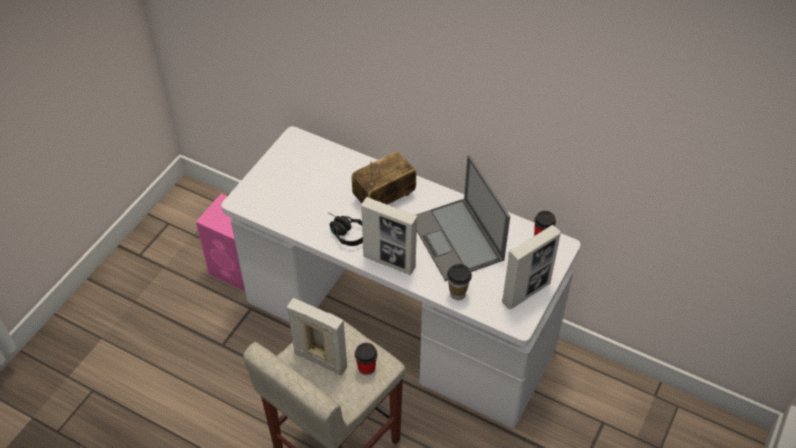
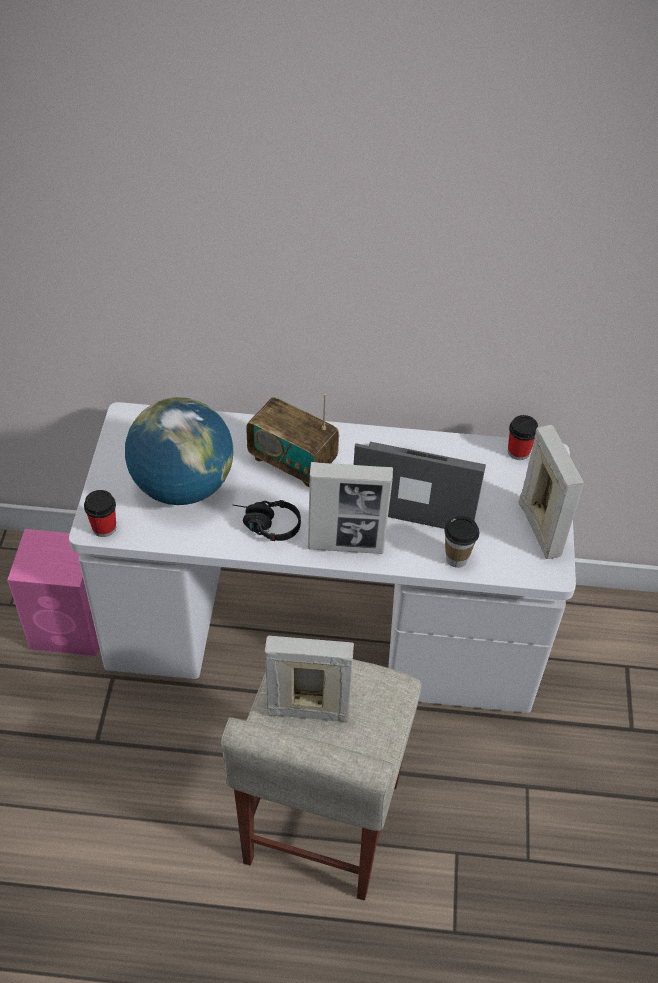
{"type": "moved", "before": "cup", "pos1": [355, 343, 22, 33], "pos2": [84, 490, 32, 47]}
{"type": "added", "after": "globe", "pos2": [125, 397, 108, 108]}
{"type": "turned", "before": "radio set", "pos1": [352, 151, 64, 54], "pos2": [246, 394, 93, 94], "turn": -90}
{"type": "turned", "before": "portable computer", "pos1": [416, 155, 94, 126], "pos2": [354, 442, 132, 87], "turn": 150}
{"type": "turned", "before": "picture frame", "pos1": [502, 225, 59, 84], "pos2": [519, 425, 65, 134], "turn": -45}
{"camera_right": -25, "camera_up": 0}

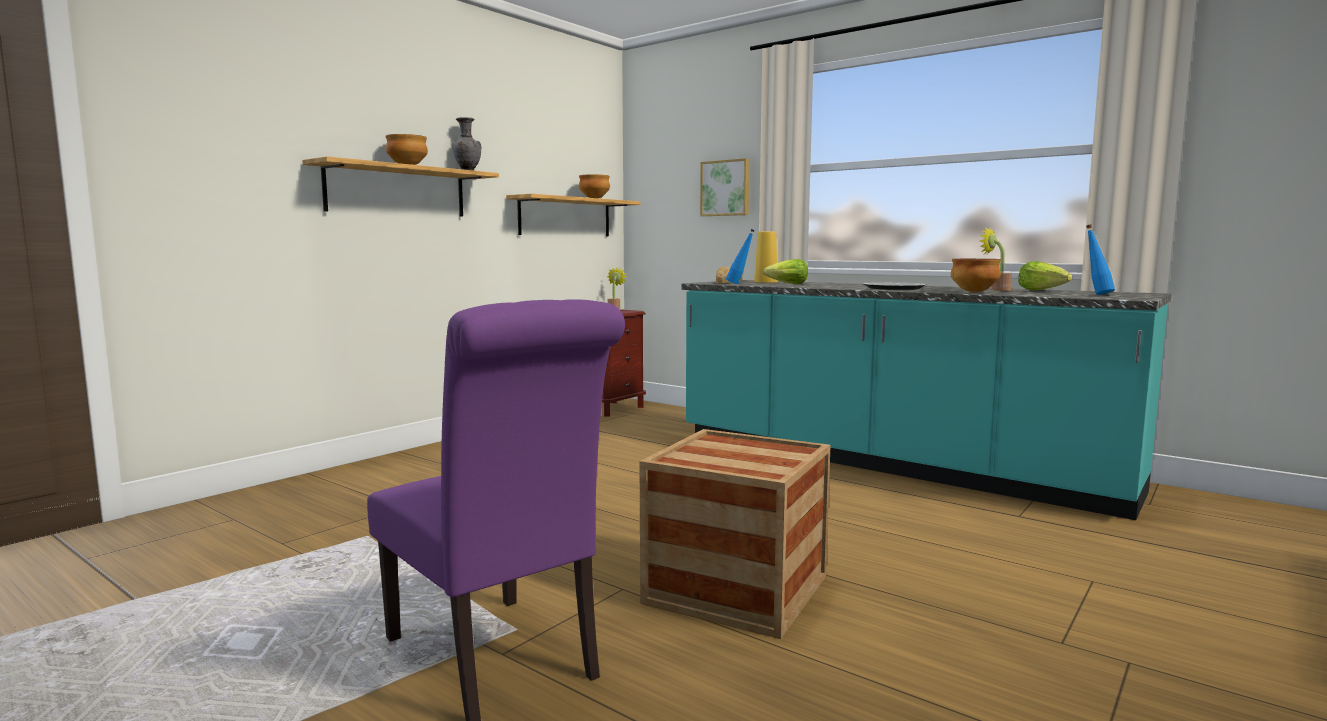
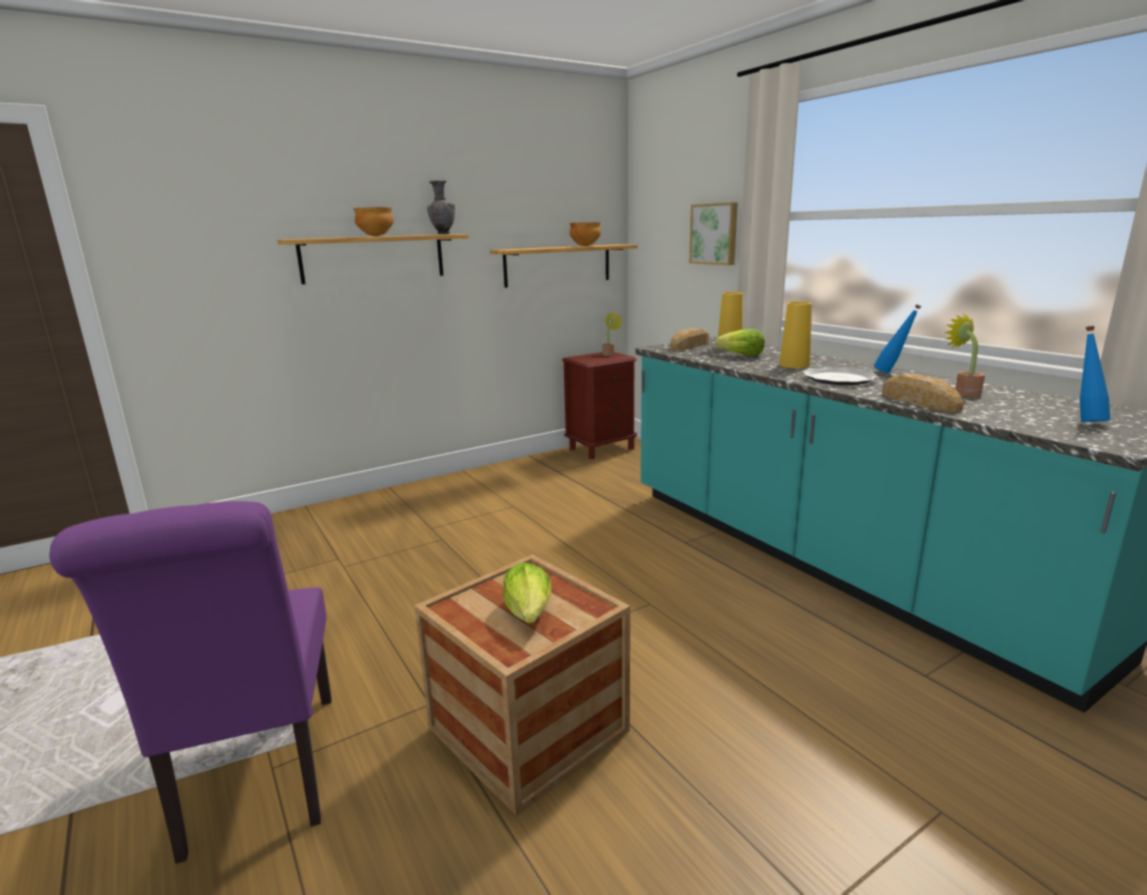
{"type": "moved", "before": "head of lettuce", "pos1": [1018, 261, 54, 29], "pos2": [503, 562, 49, 61]}
{"type": "added", "after": "yellow-coloured flower vase", "pos2": [779, 301, 33, 67]}
{"type": "moved", "before": "blue beverage bottle", "pos1": [726, 229, 29, 55], "pos2": [874, 304, 47, 69]}
{"type": "replaced", "before": "serving bowl", "after": "baked bread", "pos1": [951, 259, 50, 34], "pos2": [882, 373, 82, 39]}
{"camera_right": 20, "camera_up": 10}

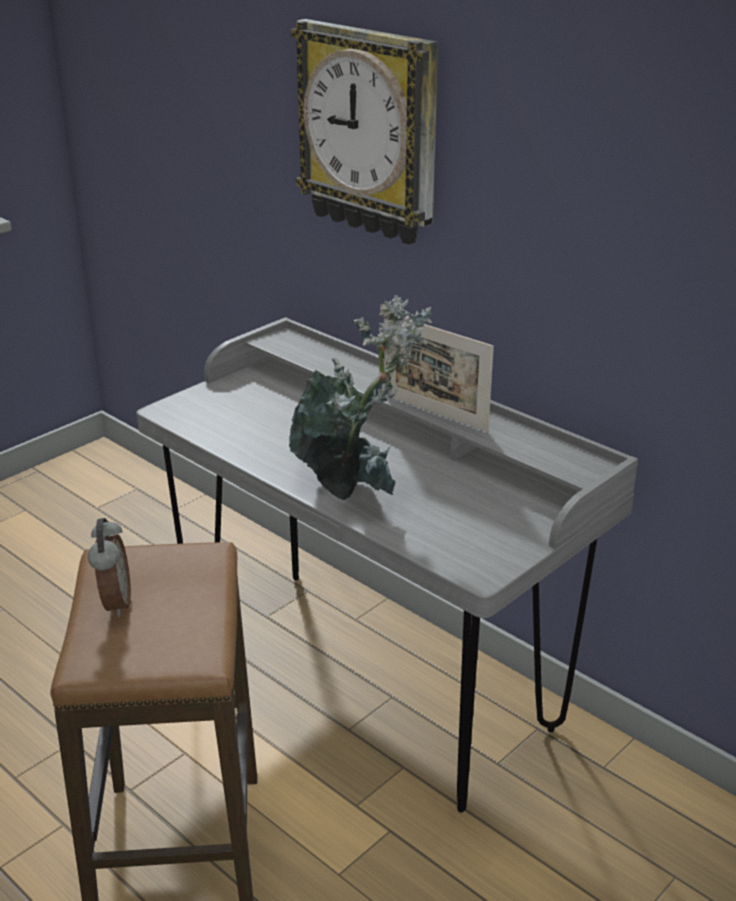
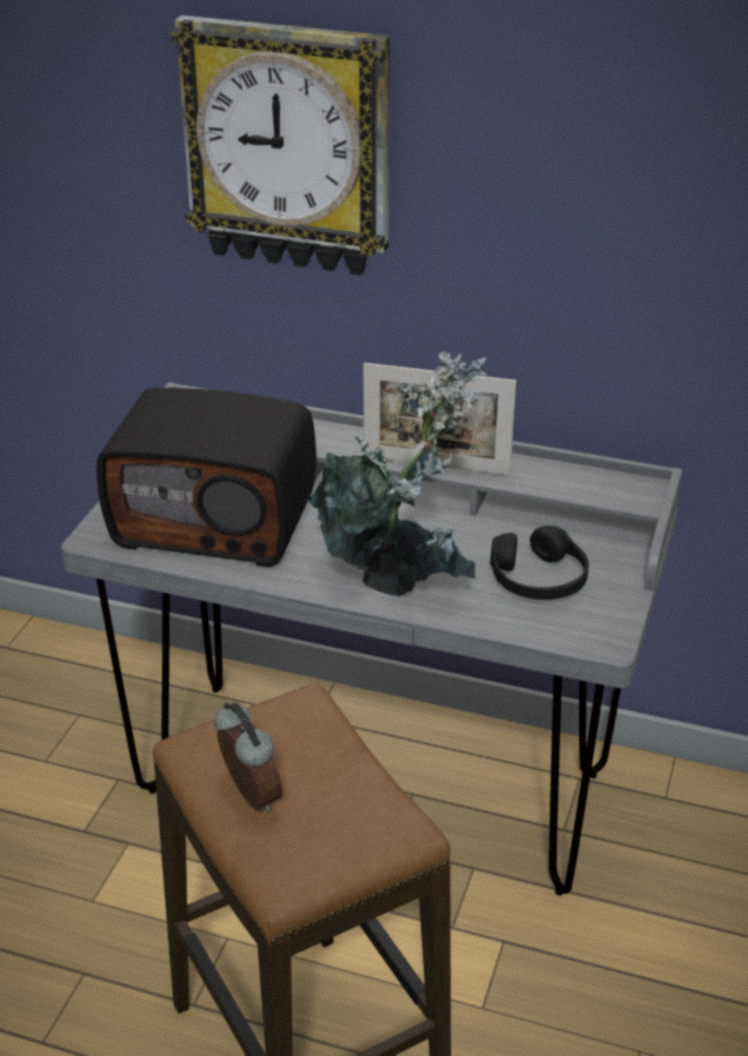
{"type": "added", "after": "radio set", "pos2": [96, 388, 220, 179]}
{"type": "added", "after": "black-coloured headphones", "pos2": [490, 525, 99, 75]}
{"camera_right": -25, "camera_up": 5}

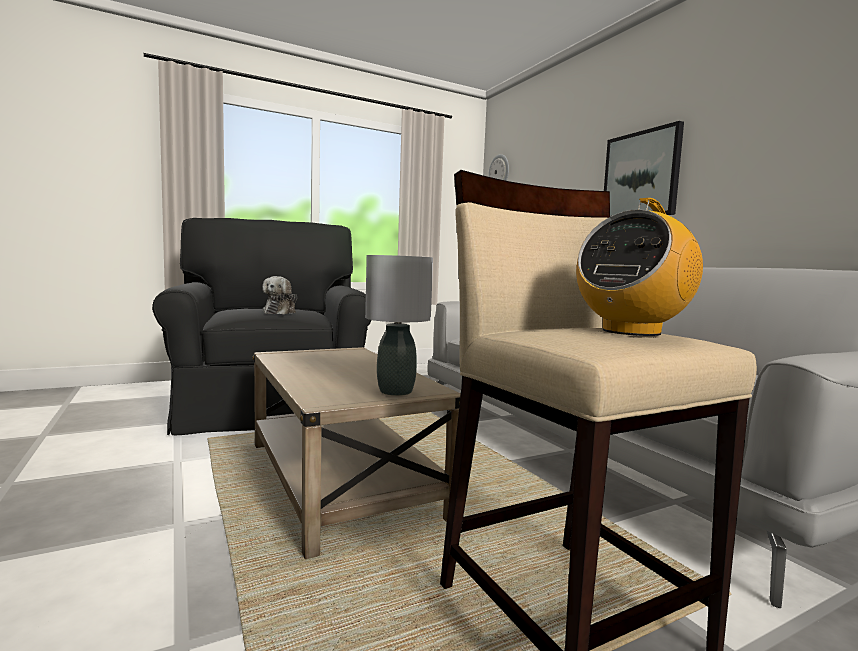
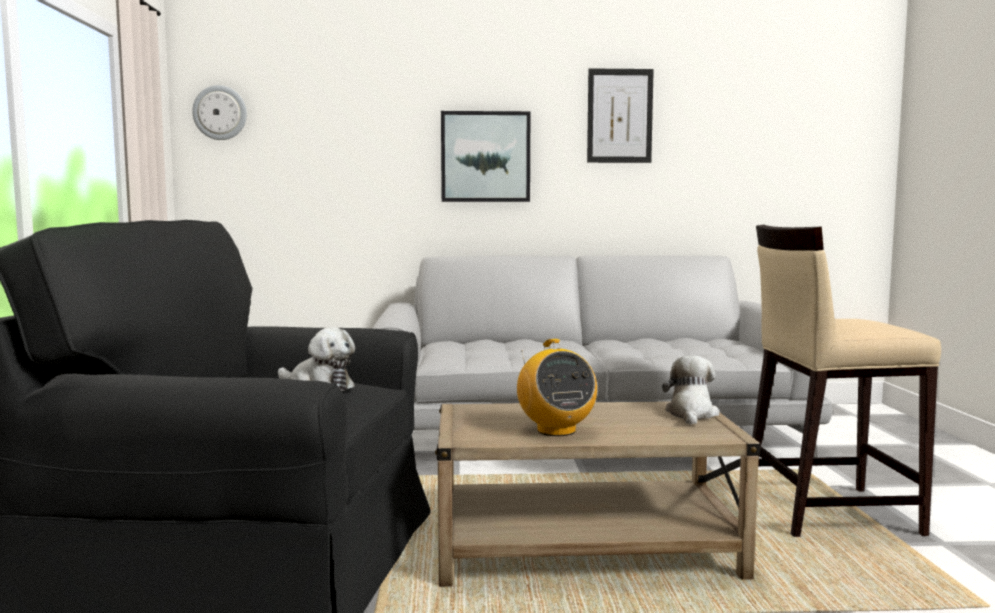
{"type": "moved", "before": "radio set", "pos1": [576, 198, 127, 138], "pos2": [517, 339, 80, 97]}
{"type": "added", "after": "wall picture", "pos2": [587, 68, 67, 95]}
{"type": "replaced", "before": "grey tabletop lamp", "after": "cuddly toy", "pos1": [365, 255, 68, 141], "pos2": [662, 356, 57, 68]}
{"camera_right": -65, "camera_up": 0}

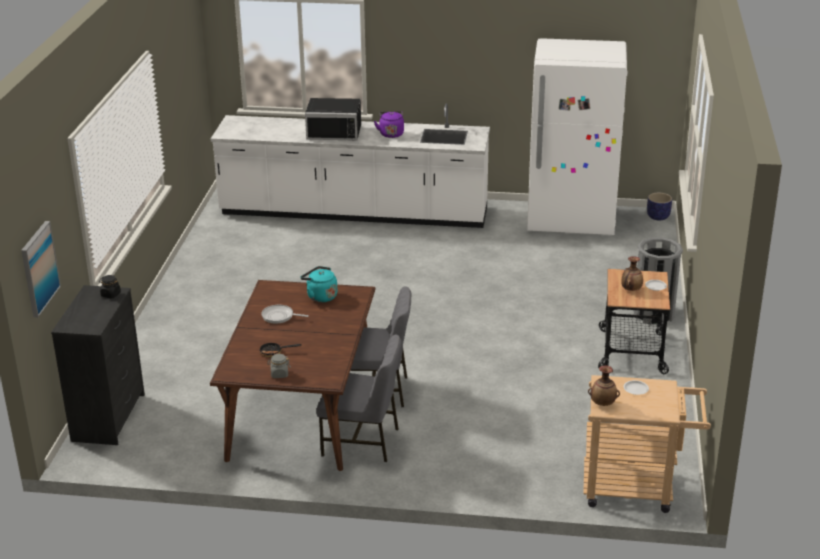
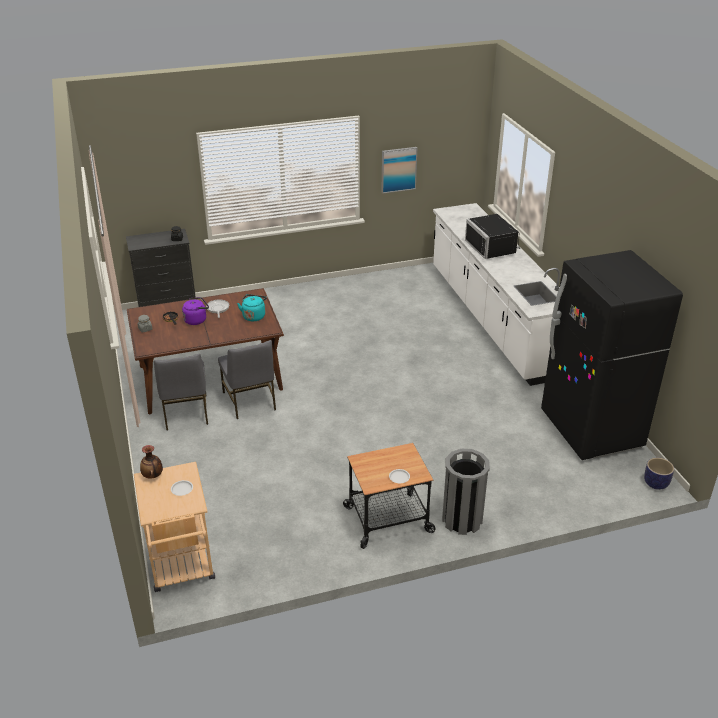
{"type": "moved", "before": "purplish kettle", "pos1": [374, 111, 30, 27], "pos2": [182, 297, 27, 28]}
{"type": "moved", "before": "wall picture", "pos1": [21, 221, 40, 96], "pos2": [381, 147, 36, 47]}
{"type": "recoloured", "before": "whitish kitchen fridge", "after": "black-coloured kitchen fridge", "pos1": [527, 38, 101, 197], "pos2": [541, 250, 142, 210]}
{"type": "removed", "before": "flower vase", "pos1": [621, 256, 22, 35]}
{"camera_right": 65, "camera_up": 5}

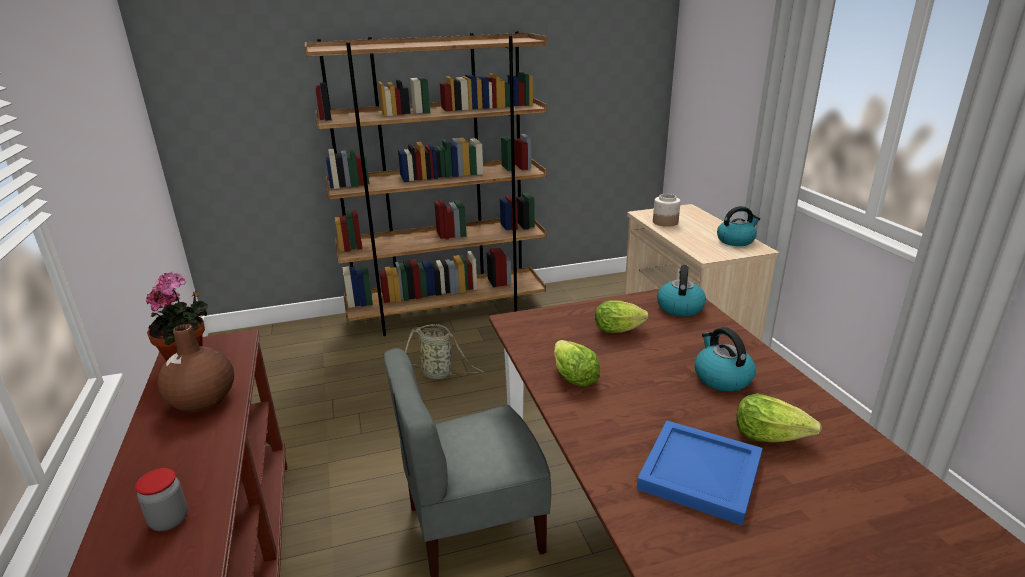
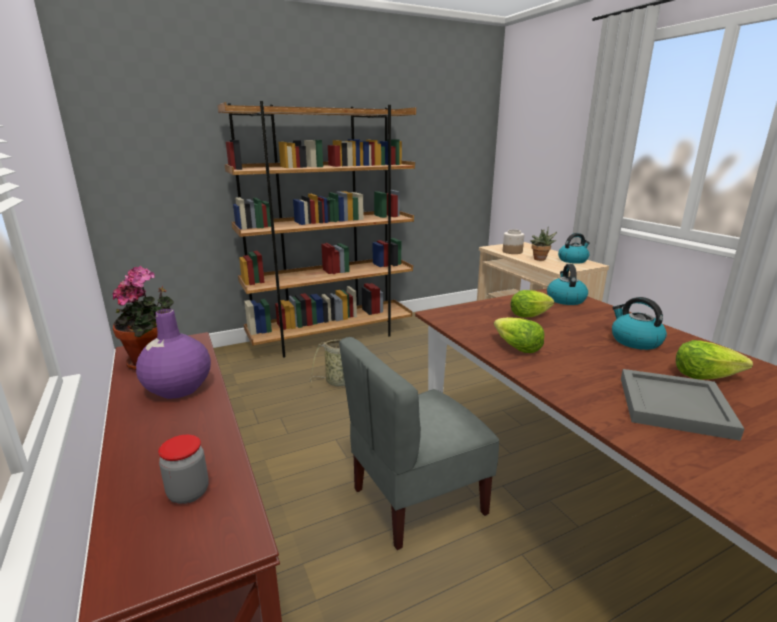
{"type": "recoloured", "before": "brown flower vase", "after": "purplish flower vase", "pos1": [158, 324, 76, 89], "pos2": [136, 309, 75, 90]}
{"type": "added", "after": "plant in a pot", "pos2": [531, 228, 26, 33]}
{"type": "recoloured", "before": "blue carrying tray", "after": "grey carrying tray", "pos1": [637, 420, 125, 106], "pos2": [621, 369, 123, 72]}
{"camera_right": -10, "camera_up": -5}

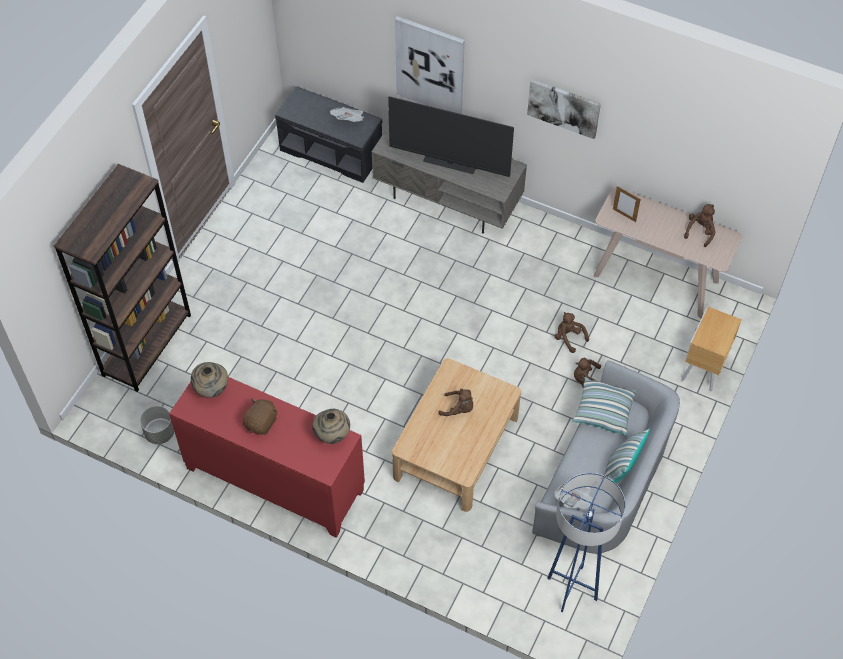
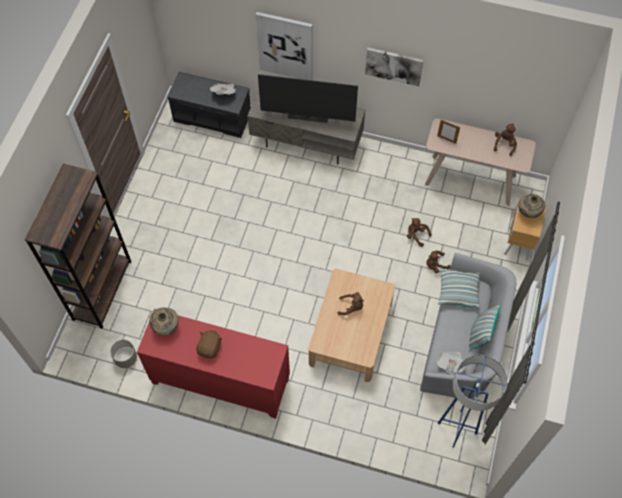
{"type": "moved", "before": "beige-coloured flower vase", "pos1": [312, 409, 38, 35], "pos2": [518, 194, 27, 24]}
{"camera_right": -10, "camera_up": 5}

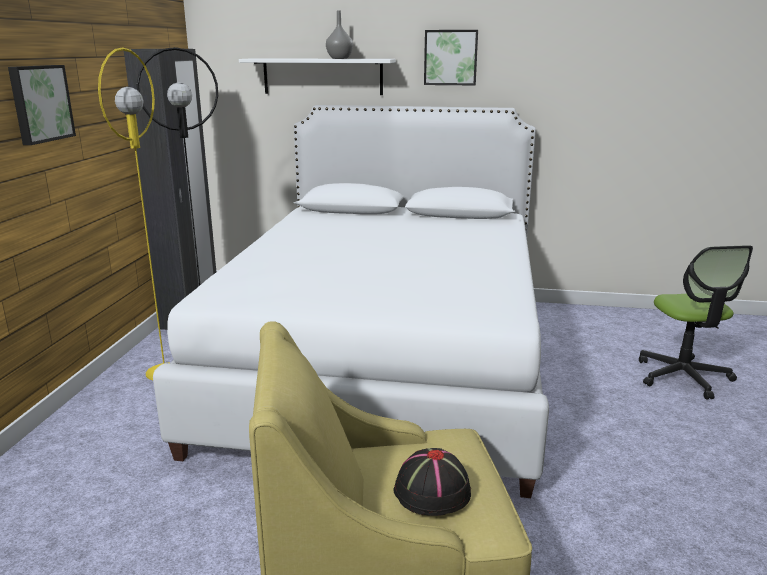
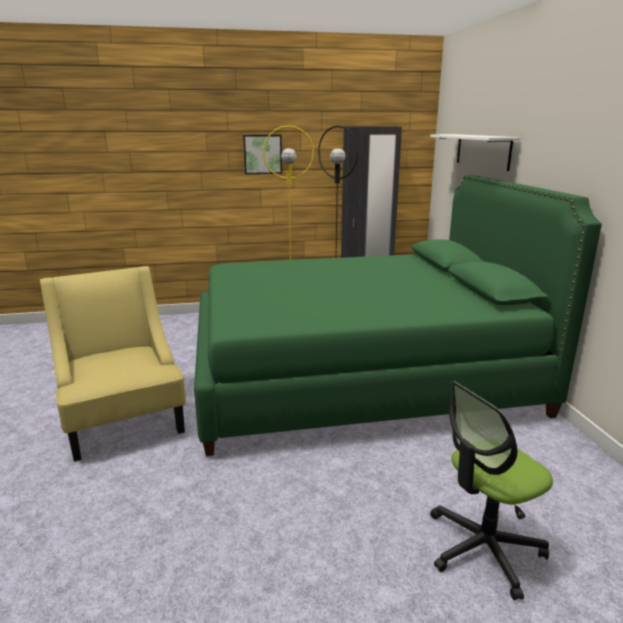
{"type": "recoloured", "before": "whitish bedroom bed", "after": "greenish bedroom bed", "pos1": [153, 105, 396, 393], "pos2": [194, 175, 408, 281]}
{"type": "removed", "before": "grey flower vase", "pos1": [326, 11, 27, 48]}
{"type": "removed", "before": "black-coloured hat", "pos1": [393, 448, 78, 68]}
{"type": "removed", "before": "wall picture", "pos1": [424, 30, 54, 55]}
{"camera_right": 70, "camera_up": 0}

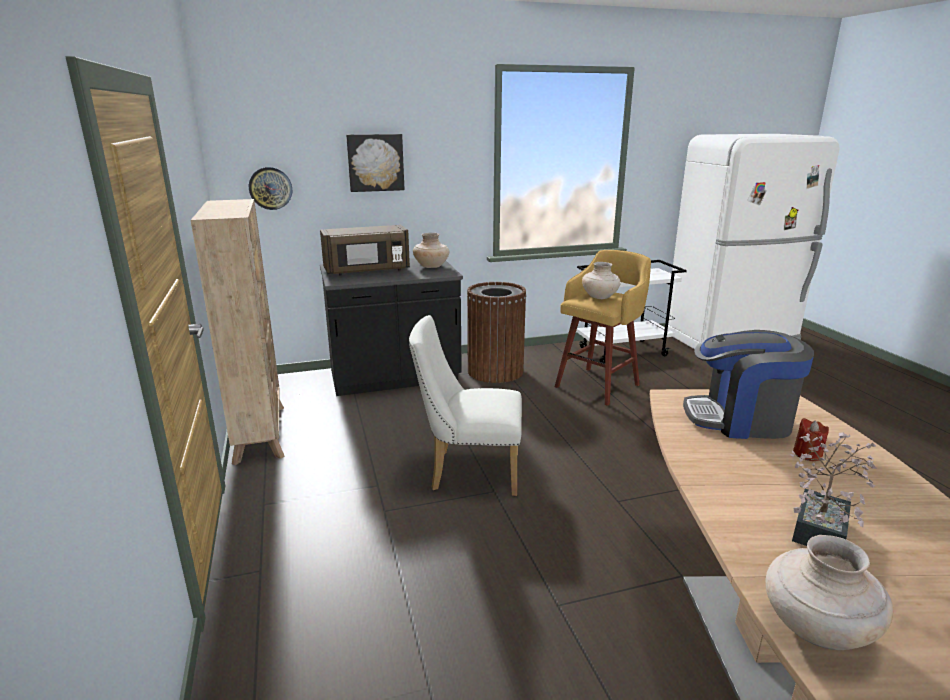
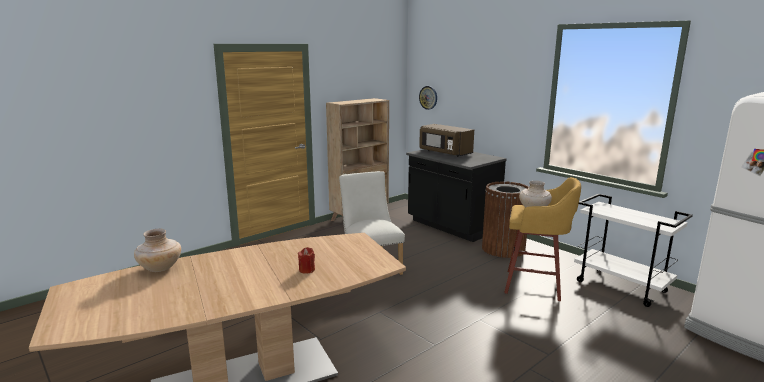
{"type": "removed", "before": "wall picture", "pos1": [346, 134, 59, 58]}
{"type": "removed", "before": "beige-coloured flower vase", "pos1": [413, 233, 36, 35]}
{"type": "removed", "before": "coffee brewer", "pos1": [683, 330, 131, 109]}
{"type": "removed", "before": "plant in a pot", "pos1": [790, 432, 87, 114]}
{"camera_right": 65, "camera_up": -5}

